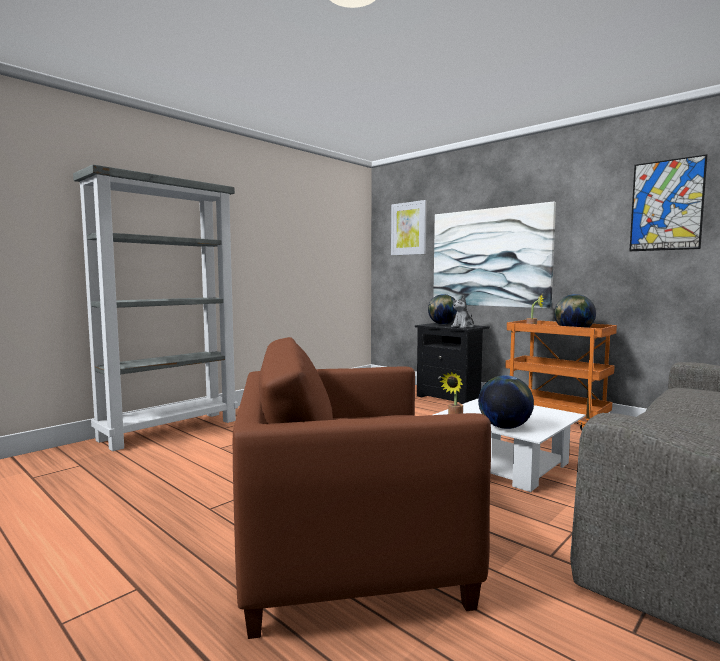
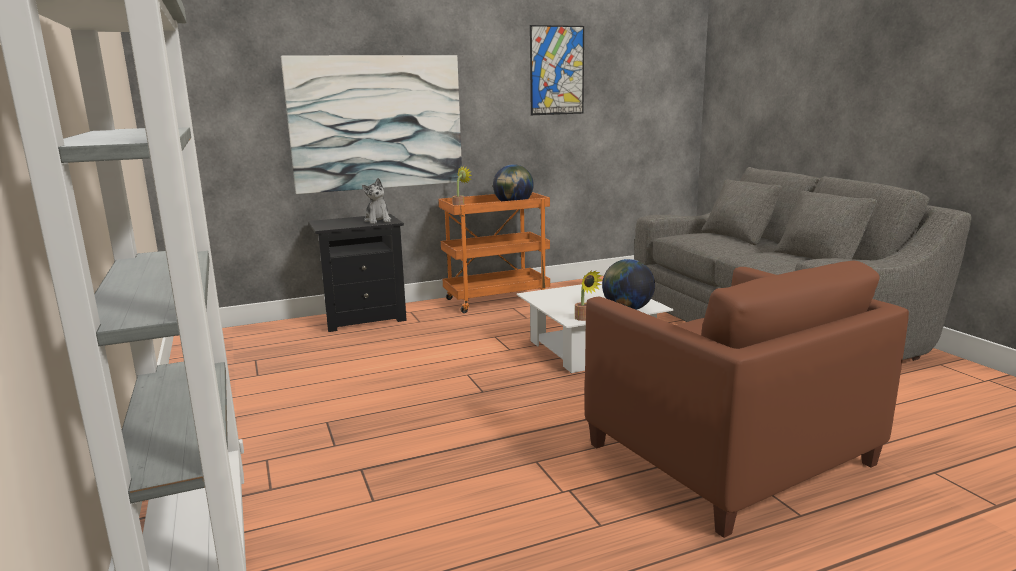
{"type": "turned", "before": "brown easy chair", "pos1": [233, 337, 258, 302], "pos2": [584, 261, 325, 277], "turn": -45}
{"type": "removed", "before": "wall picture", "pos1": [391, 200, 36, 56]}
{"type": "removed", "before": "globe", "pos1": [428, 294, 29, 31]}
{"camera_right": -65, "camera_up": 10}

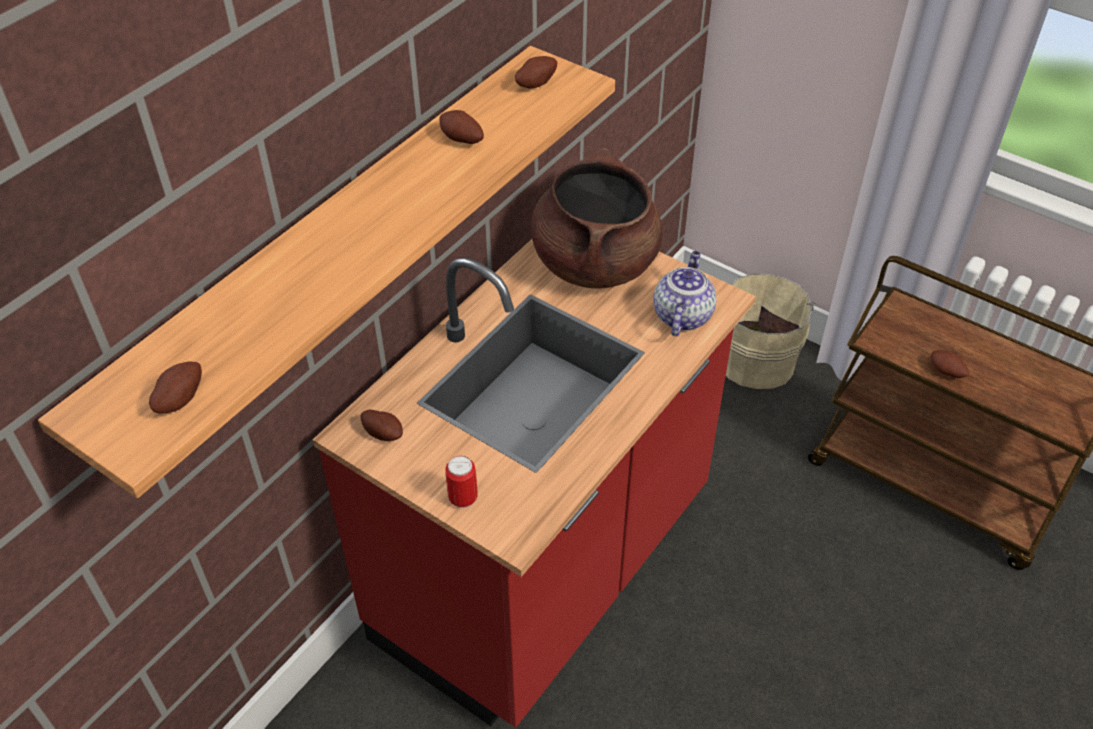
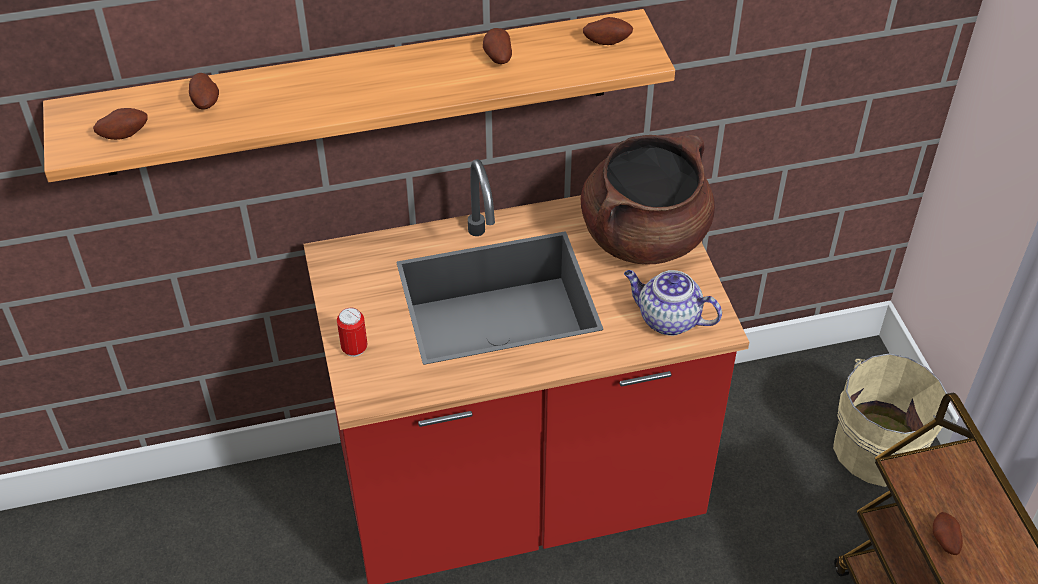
{"type": "moved", "before": "spud", "pos1": [360, 410, 43, 31], "pos2": [189, 73, 30, 36]}
{"type": "turned", "before": "tea pot", "pos1": [653, 251, 64, 85], "pos2": [624, 270, 98, 66], "turn": -120}
{"camera_right": 40, "camera_up": 0}

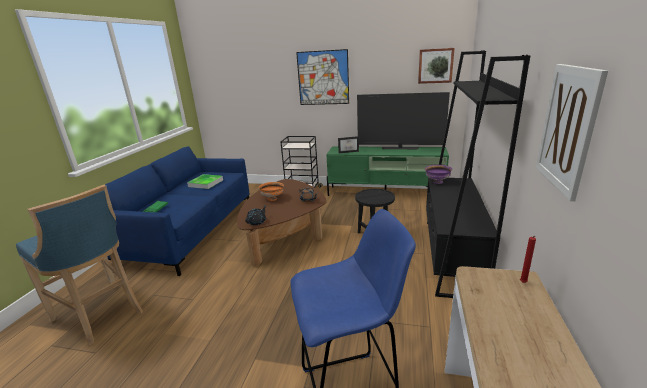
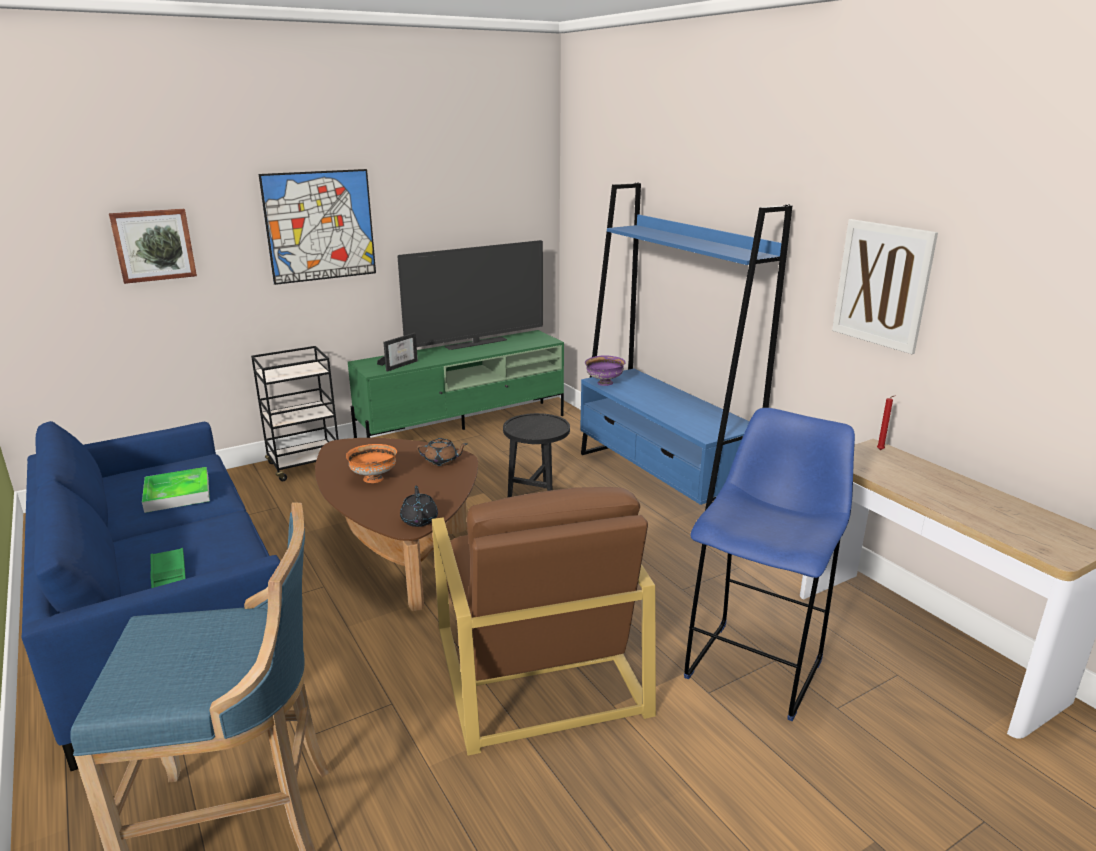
{"type": "moved", "before": "wall picture", "pos1": [418, 48, 37, 36], "pos2": [109, 209, 88, 75]}
{"type": "added", "after": "brown easy chair", "pos2": [432, 487, 224, 269]}
{"type": "recoloured", "before": "black-coloured bookcase", "after": "blue bookcase", "pos1": [426, 50, 104, 248], "pos2": [580, 183, 212, 327]}
{"camera_right": -45, "camera_up": 0}

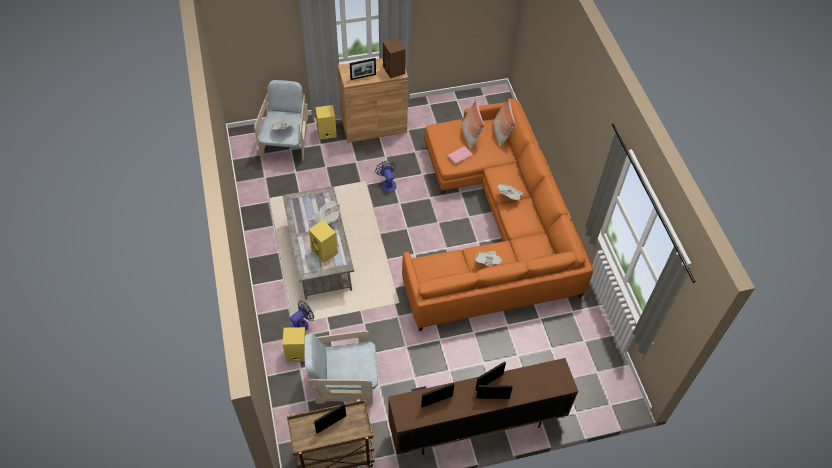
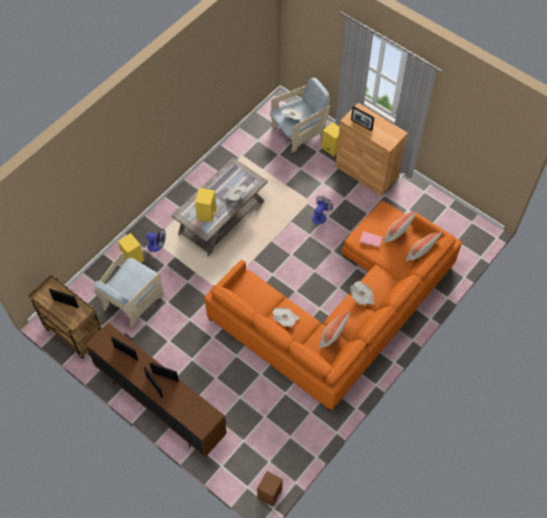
{"type": "turned", "before": "beige-coloured easy chair", "pos1": [304, 330, 74, 74], "pos2": [94, 252, 69, 75], "turn": -105}
{"type": "moved", "before": "brown speaker", "pos1": [383, 37, 23, 41], "pos2": [257, 471, 26, 36]}
{"type": "added", "after": "cushion", "pos2": [319, 312, 31, 37]}
{"camera_right": 55, "camera_up": 5}

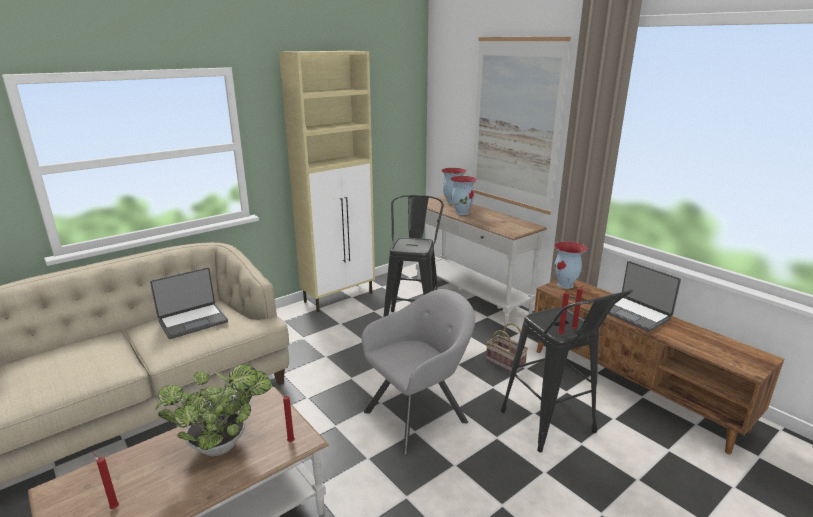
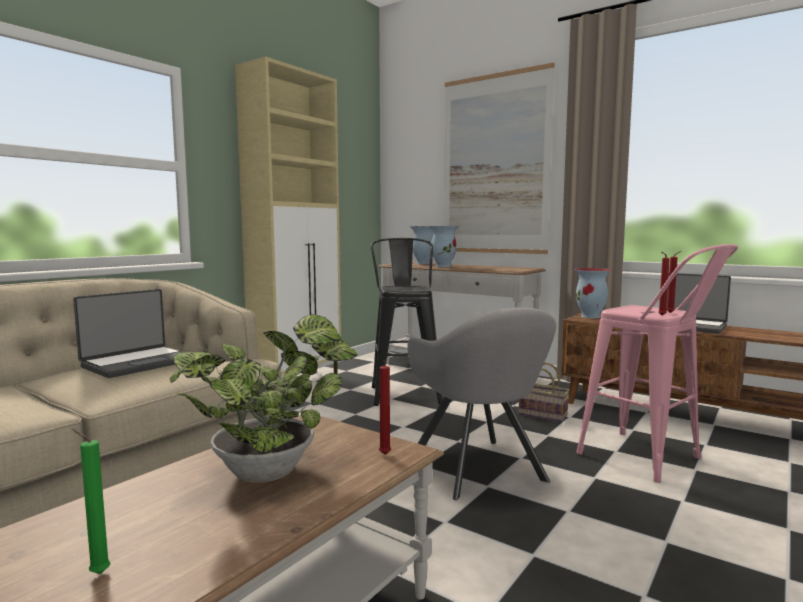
{"type": "recoloured", "before": "red wax candle", "after": "greenish wax candle", "pos1": [92, 452, 27, 57], "pos2": [71, 428, 40, 146]}
{"type": "turned", "before": "grey easy chair", "pos1": [362, 289, 113, 166], "pos2": [407, 307, 149, 193], "turn": 120}
{"type": "recoloured", "before": "black-coloured stool seat", "after": "pink stool seat", "pos1": [501, 289, 132, 163], "pos2": [576, 244, 162, 239]}
{"camera_right": -15, "camera_up": -15}

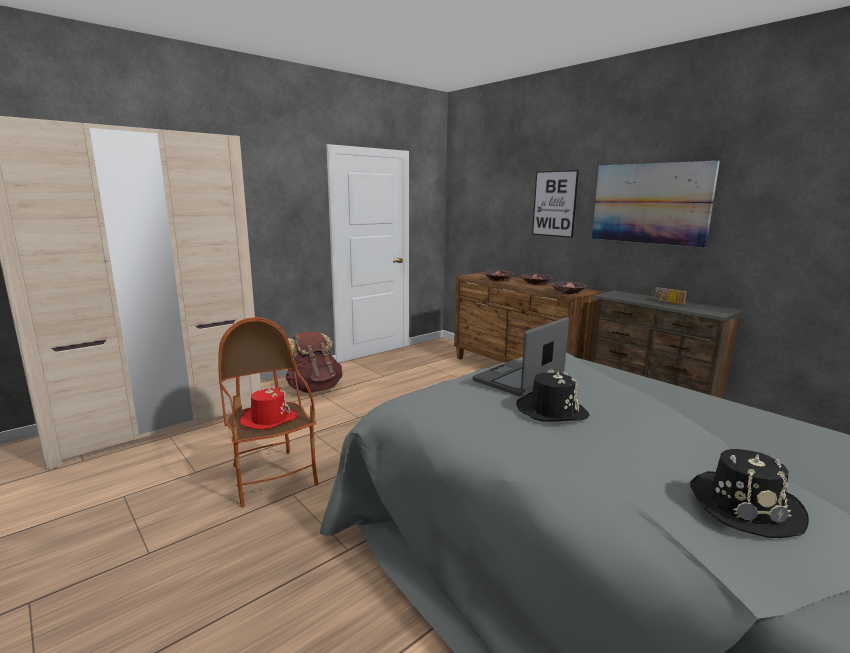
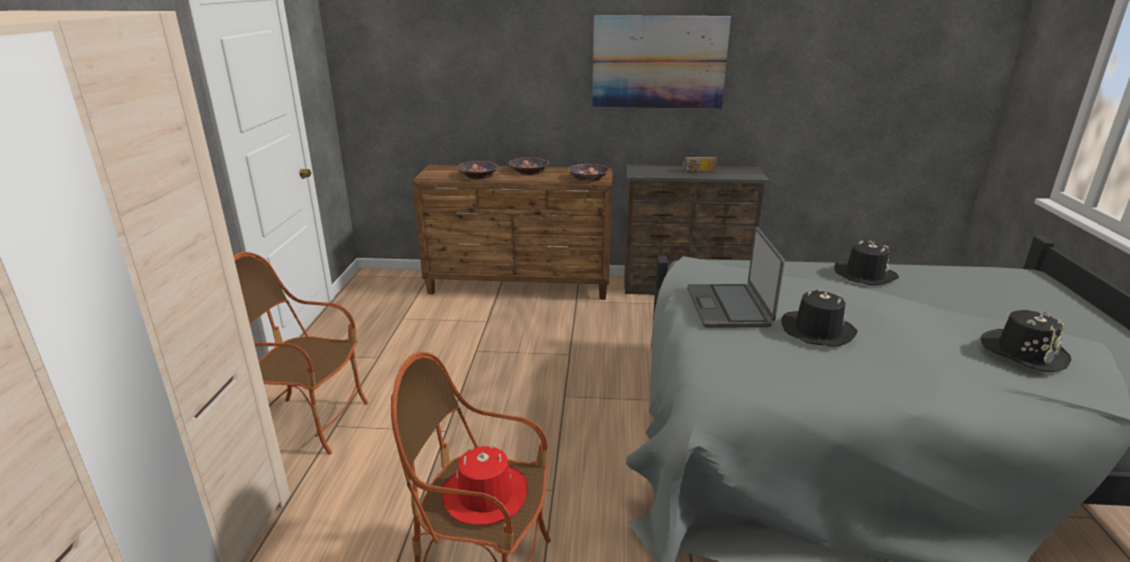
{"type": "replaced", "before": "brown rucksack", "after": "easy chair", "pos1": [285, 331, 58, 62], "pos2": [234, 252, 134, 203]}
{"type": "added", "after": "black-coloured hat", "pos2": [834, 241, 65, 44]}
{"type": "removed", "before": "wall picture", "pos1": [532, 170, 47, 68]}
{"camera_right": -45, "camera_up": 10}

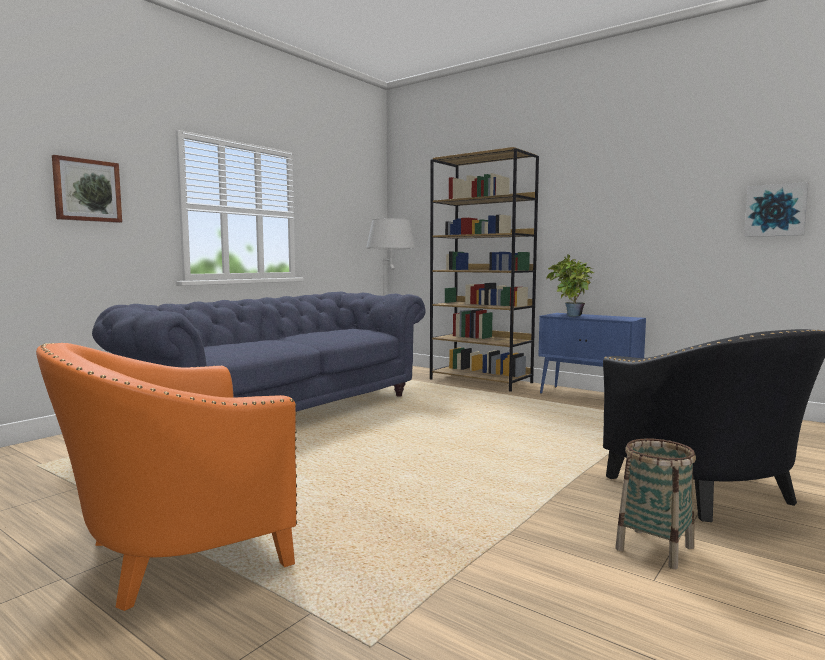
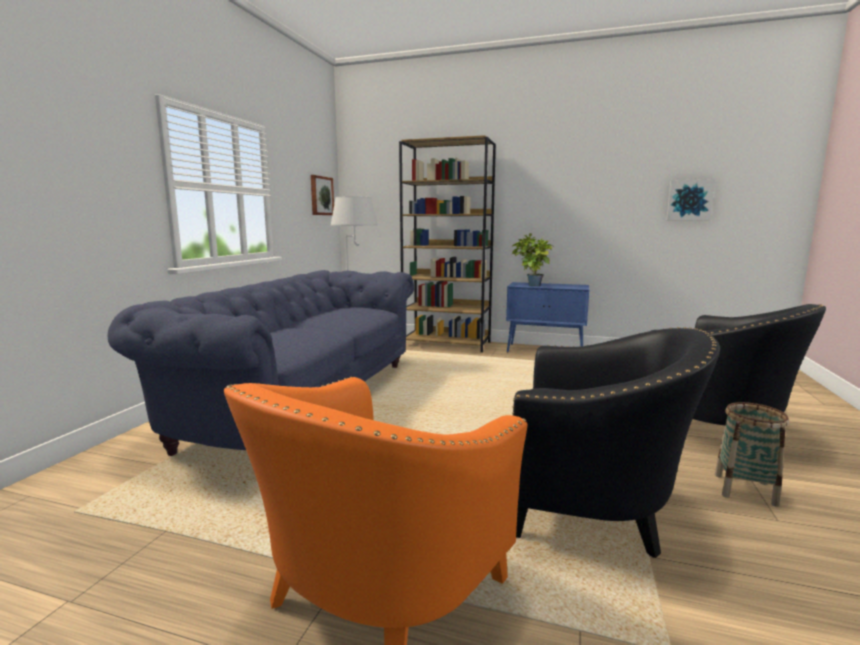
{"type": "moved", "before": "wall picture", "pos1": [52, 155, 70, 68], "pos2": [311, 175, 23, 40]}
{"type": "added", "after": "black-coloured easy chair", "pos2": [512, 327, 208, 231]}
{"camera_right": -20, "camera_up": 5}

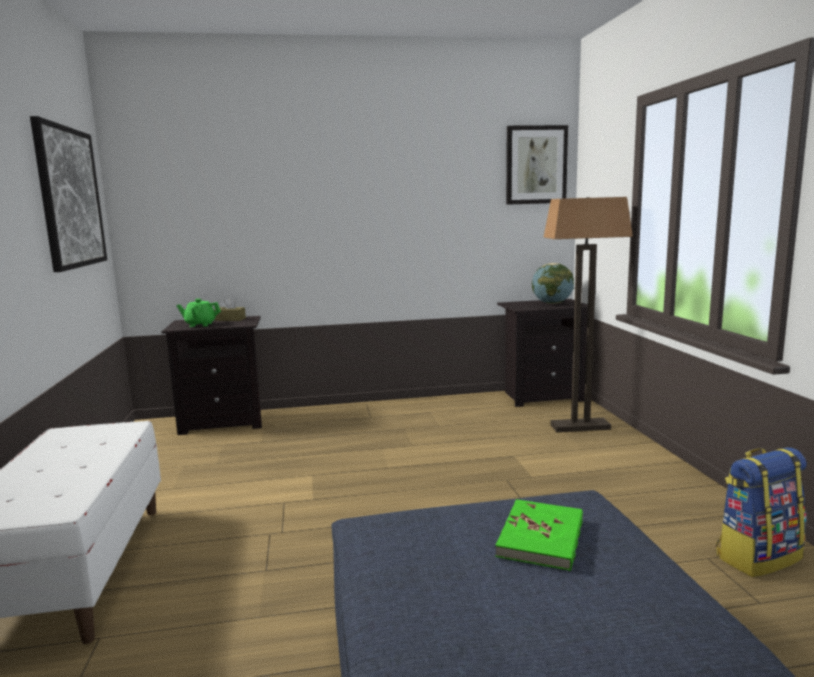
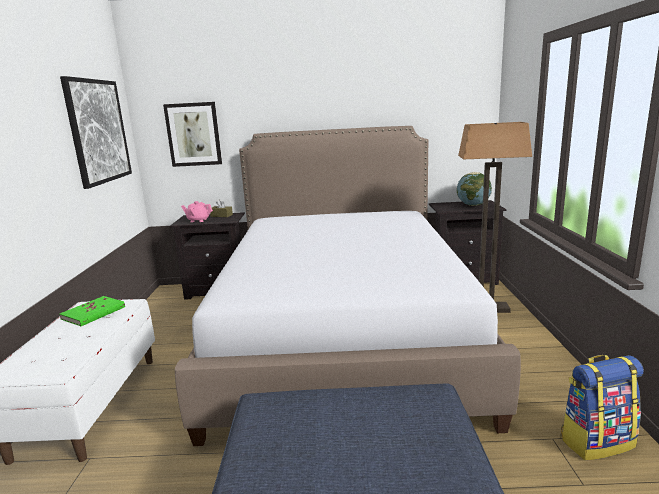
{"type": "moved", "before": "greenish bound book", "pos1": [495, 499, 88, 72], "pos2": [60, 296, 65, 30]}
{"type": "moved", "before": "wall picture", "pos1": [506, 125, 62, 80], "pos2": [163, 102, 59, 65]}
{"type": "added", "after": "bedroom bed", "pos2": [175, 126, 346, 320]}
{"type": "recoloured", "before": "greenish tea pot", "after": "pink tea pot", "pos1": [176, 299, 45, 28], "pos2": [181, 201, 32, 21]}
{"camera_right": 10, "camera_up": 5}

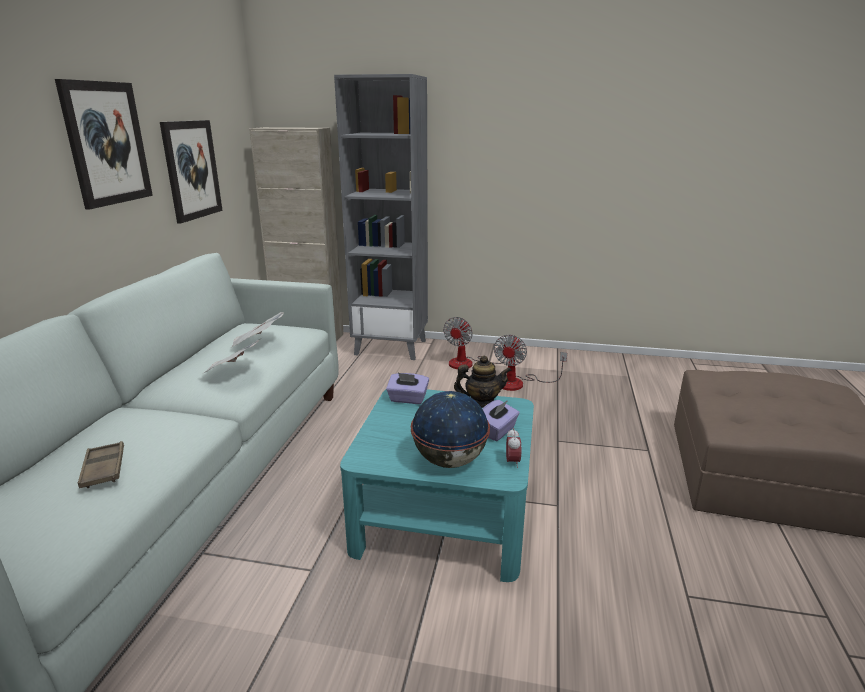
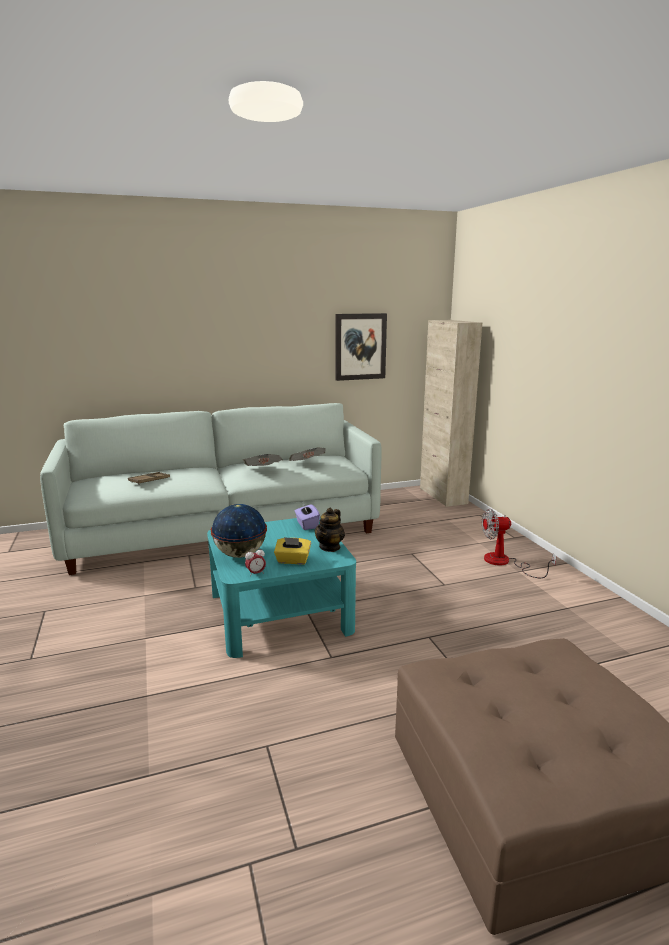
{"type": "recoloured", "before": "purplish tissue holder", "after": "yellow-coloured tissue holder", "pos1": [482, 400, 38, 41], "pos2": [274, 537, 37, 28]}
{"type": "turned", "before": "tea pot", "pos1": [454, 355, 57, 53], "pos2": [314, 508, 31, 44], "turn": 60}
{"type": "removed", "before": "wall picture", "pos1": [55, 79, 98, 130]}
{"type": "removed", "before": "grey bookcase", "pos1": [334, 74, 94, 286]}
{"type": "removed", "before": "fan", "pos1": [493, 334, 74, 57]}
{"camera_right": 60, "camera_up": -5}

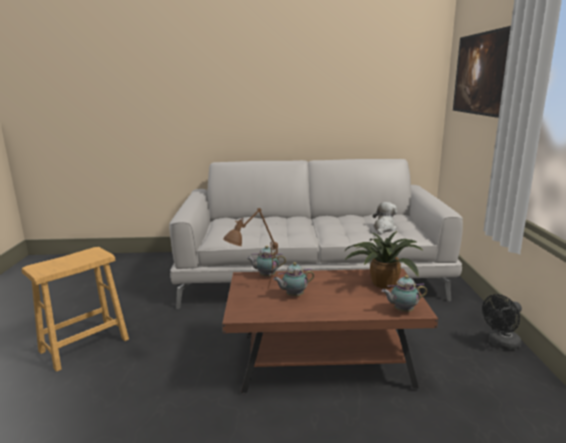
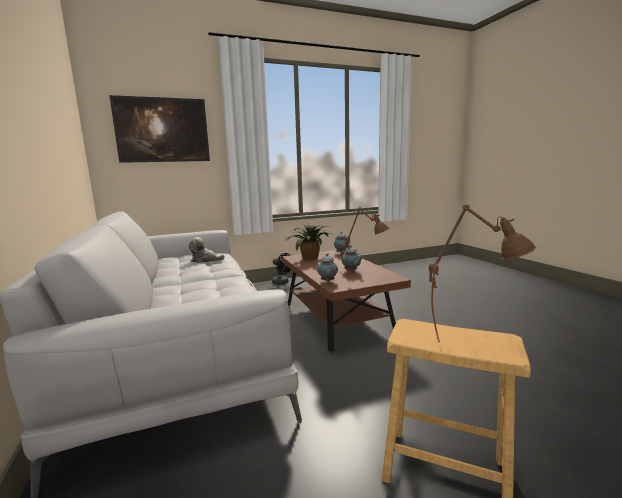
{"type": "added", "after": "brown tabletop lamp", "pos2": [429, 205, 108, 138]}
{"camera_right": -110, "camera_up": -5}

